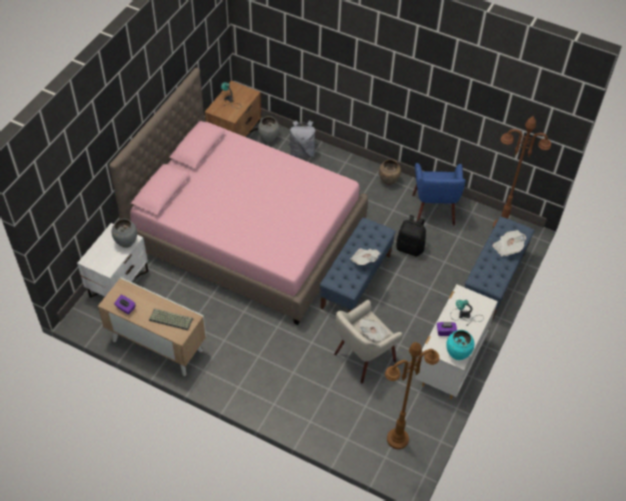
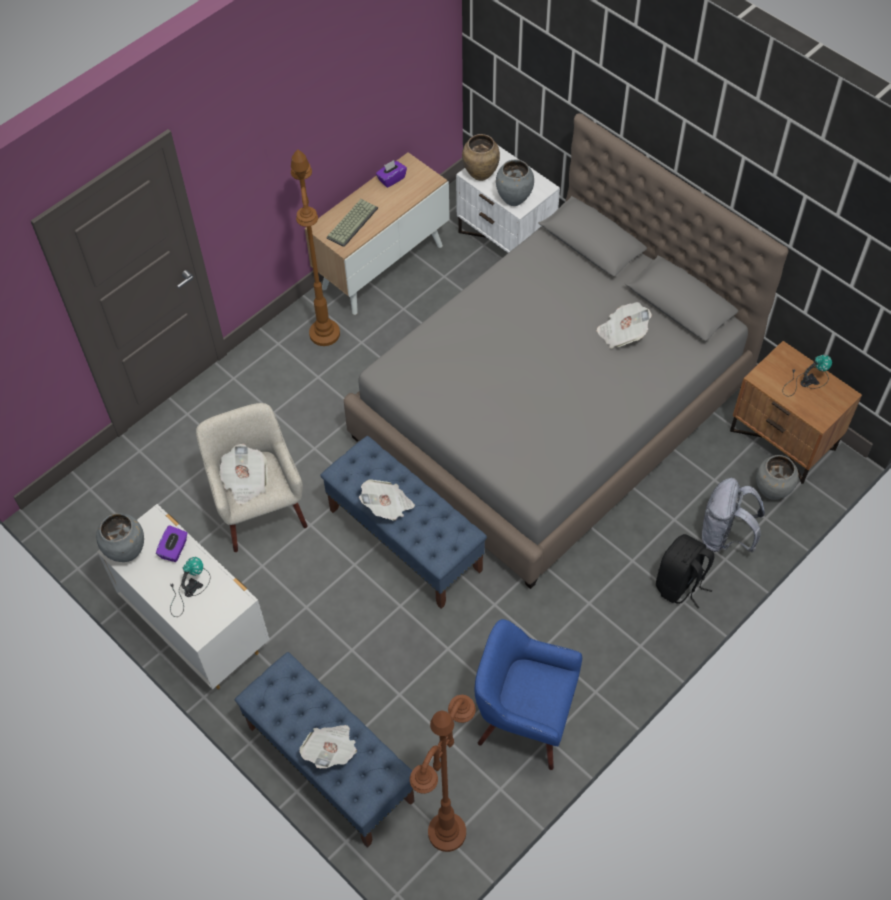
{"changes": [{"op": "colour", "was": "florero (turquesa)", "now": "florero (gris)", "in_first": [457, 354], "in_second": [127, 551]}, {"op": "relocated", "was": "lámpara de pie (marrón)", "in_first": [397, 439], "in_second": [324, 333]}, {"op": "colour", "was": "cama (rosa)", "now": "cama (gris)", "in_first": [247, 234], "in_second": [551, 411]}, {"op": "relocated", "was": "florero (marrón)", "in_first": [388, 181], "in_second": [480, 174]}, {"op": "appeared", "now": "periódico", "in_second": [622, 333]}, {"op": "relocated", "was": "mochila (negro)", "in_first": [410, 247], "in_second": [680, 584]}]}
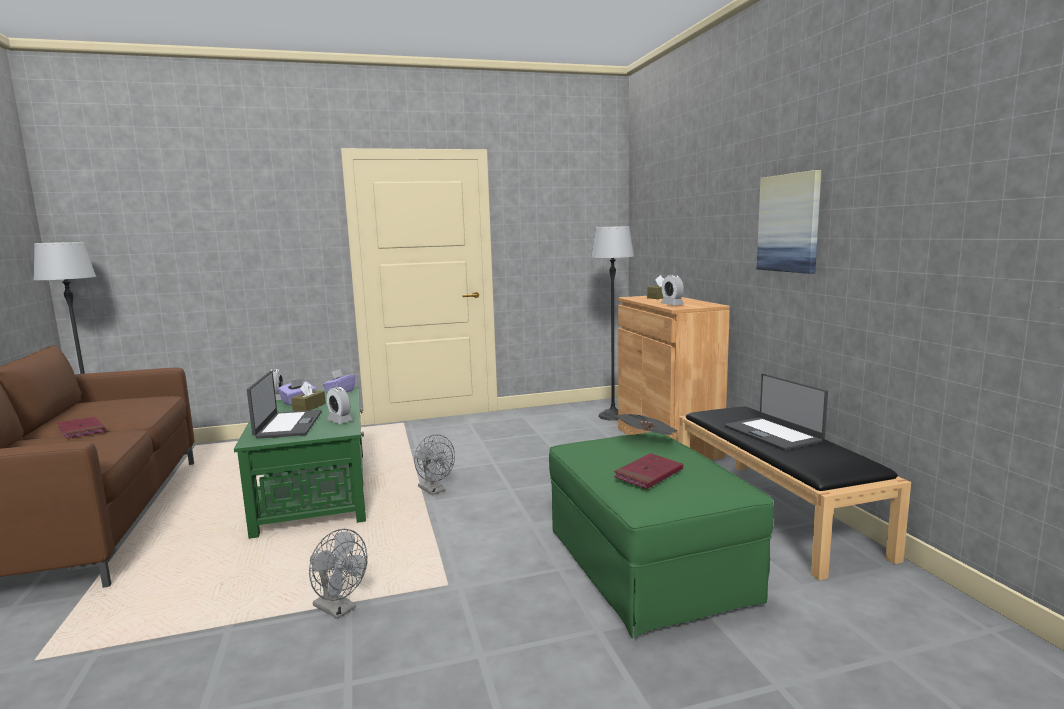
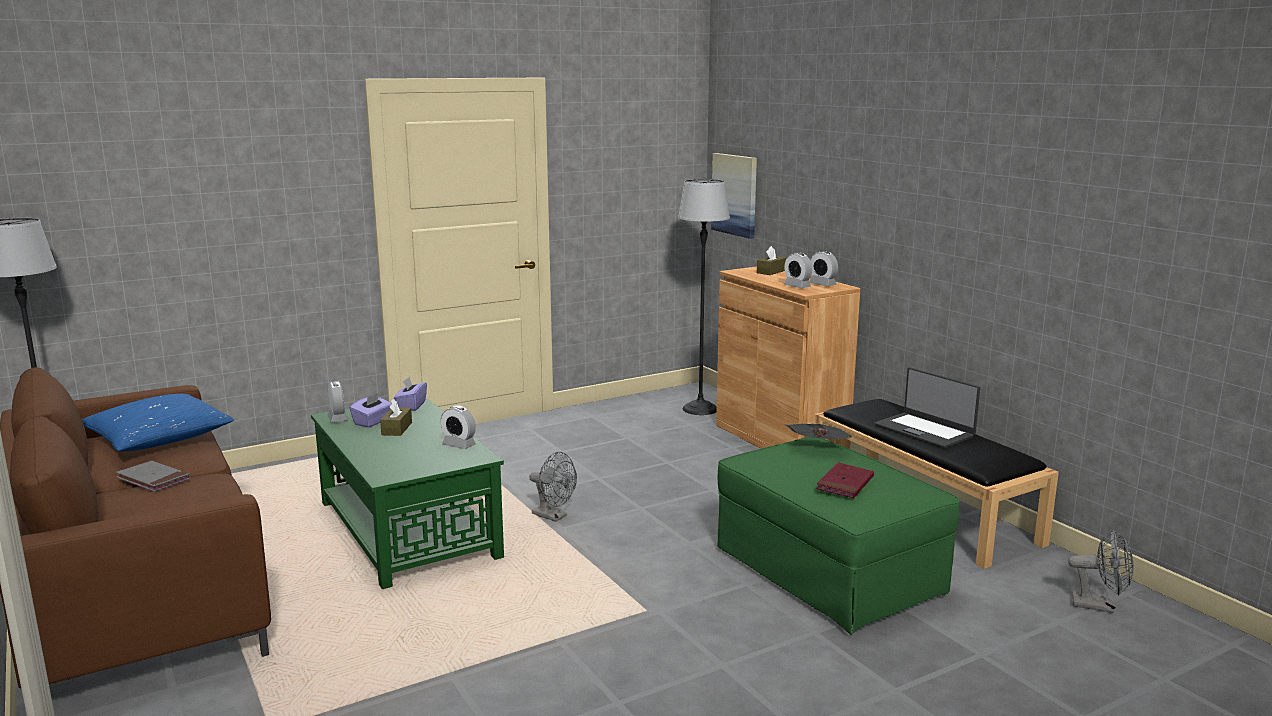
{"changes": [{"op": "appeared", "now": "cojín (azul)", "in_second": [158, 439]}, {"op": "colour", "was": "libro (rojo)", "now": "libro (gris)", "in_first": [81, 430], "in_second": [153, 479]}, {"op": "relocated", "was": "cuadro", "in_first": [789, 223], "in_second": [735, 194]}, {"op": "appeared", "now": "despertador", "in_second": [822, 284]}, {"op": "relocated", "was": "ventilador (gris)", "in_first": [339, 609], "in_second": [1099, 606]}, {"op": "missing", "was": "portátil", "in_first": [288, 425]}]}
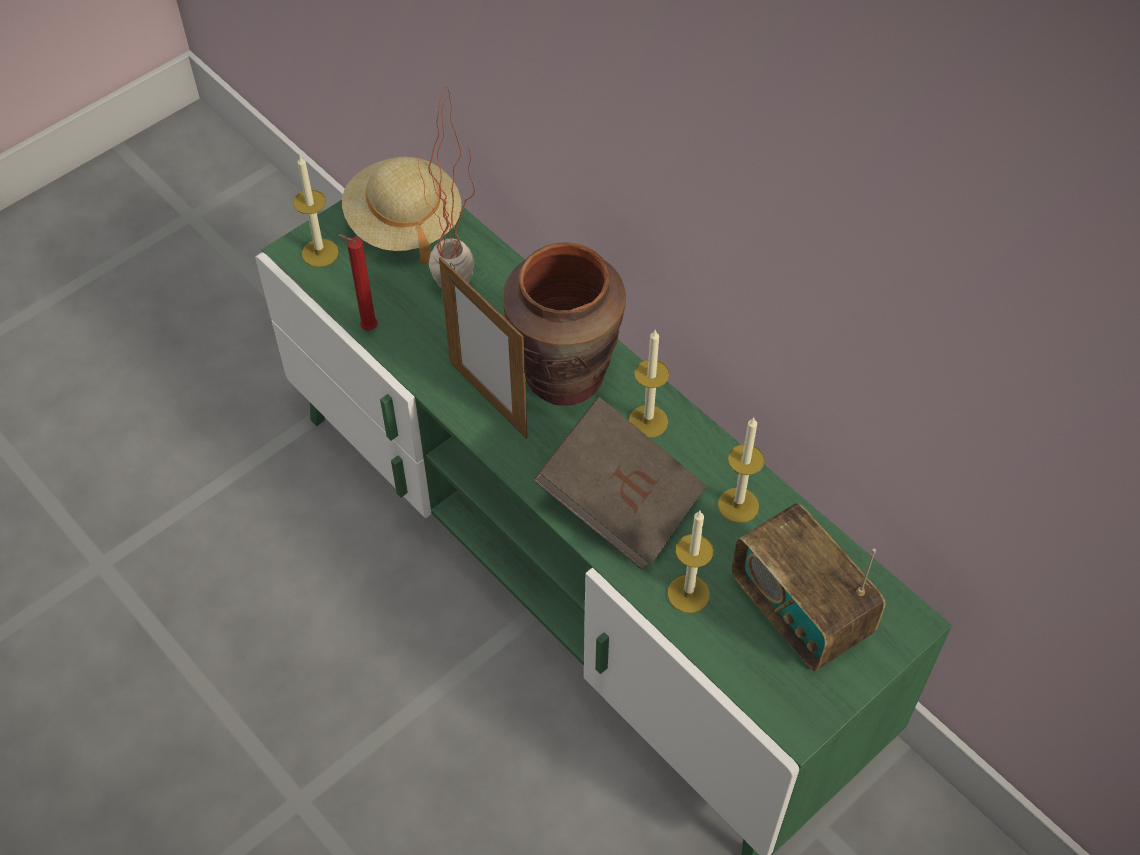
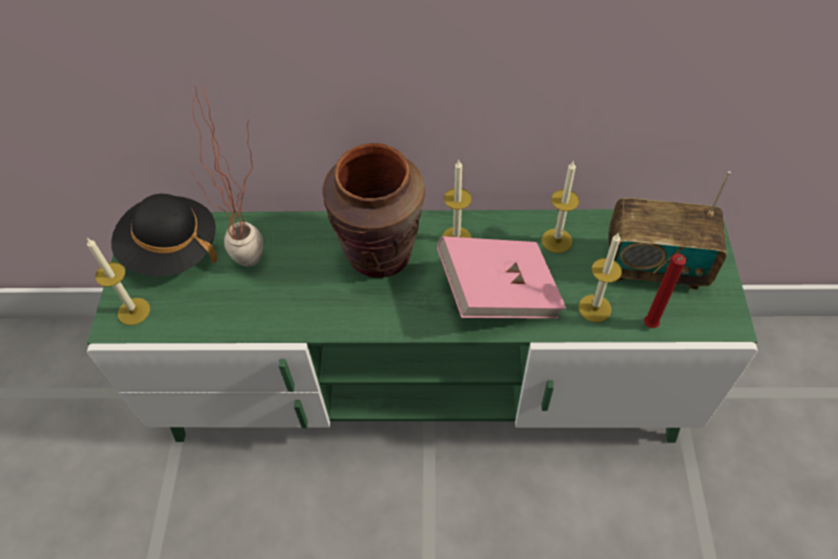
{"changes": [{"op": "colour", "was": "sombrero (beis)", "now": "sombrero (negro)", "in_first": [404, 223], "in_second": [171, 250]}, {"op": "colour", "was": "libro (marrón)", "now": "libro (rosa)", "in_first": [620, 502], "in_second": [498, 293]}, {"op": "relocated", "was": "vela (rojo)", "in_first": [366, 328], "in_second": [649, 326]}, {"op": "missing", "was": "portarretratos", "in_first": [488, 399]}]}
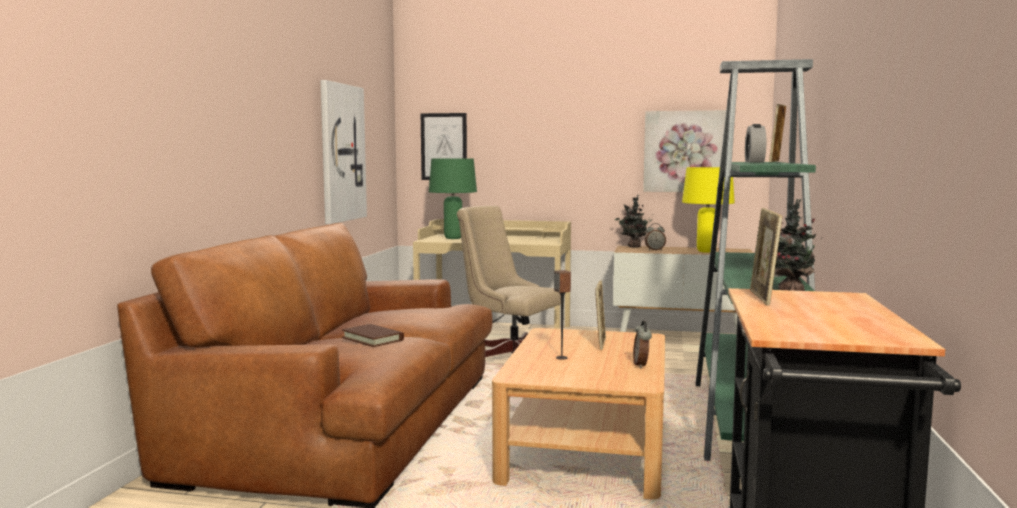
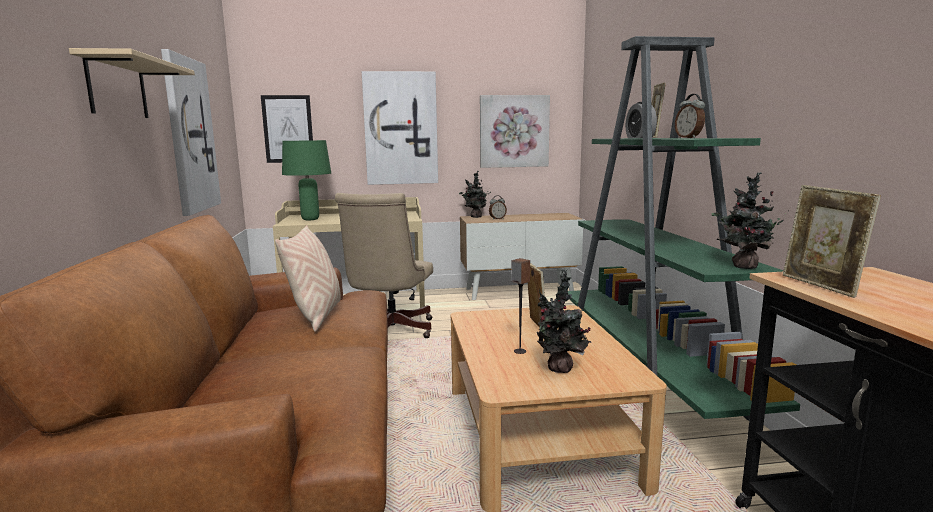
{"changes": [{"op": "appeared", "now": "estante (beis)", "in_second": [117, 88]}, {"op": "appeared", "now": "cojín (beis)", "in_second": [316, 316]}, {"op": "spun", "was": "silla de oficina (beis)", "in_first": [508, 357], "in_second": [389, 332], "clockwise": -90}, {"op": "appeared", "now": "cuadro", "in_second": [401, 128]}, {"op": "appeared", "now": "planta en maceta", "in_second": [559, 369]}, {"op": "relocated", "was": "despertador", "in_first": [641, 365], "in_second": [689, 138]}, {"op": "missing", "was": "libro (marrón)", "in_first": [372, 339]}, {"op": "missing", "was": "lámpara de mesa (amarillo)", "in_first": [706, 251]}]}
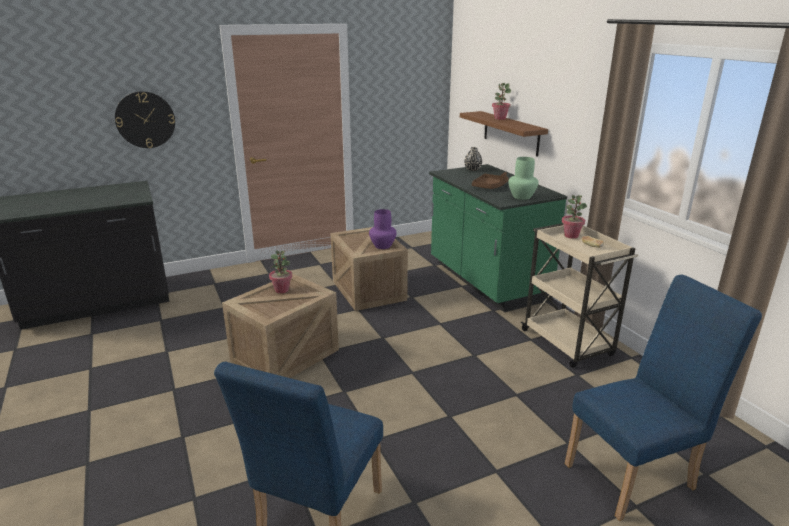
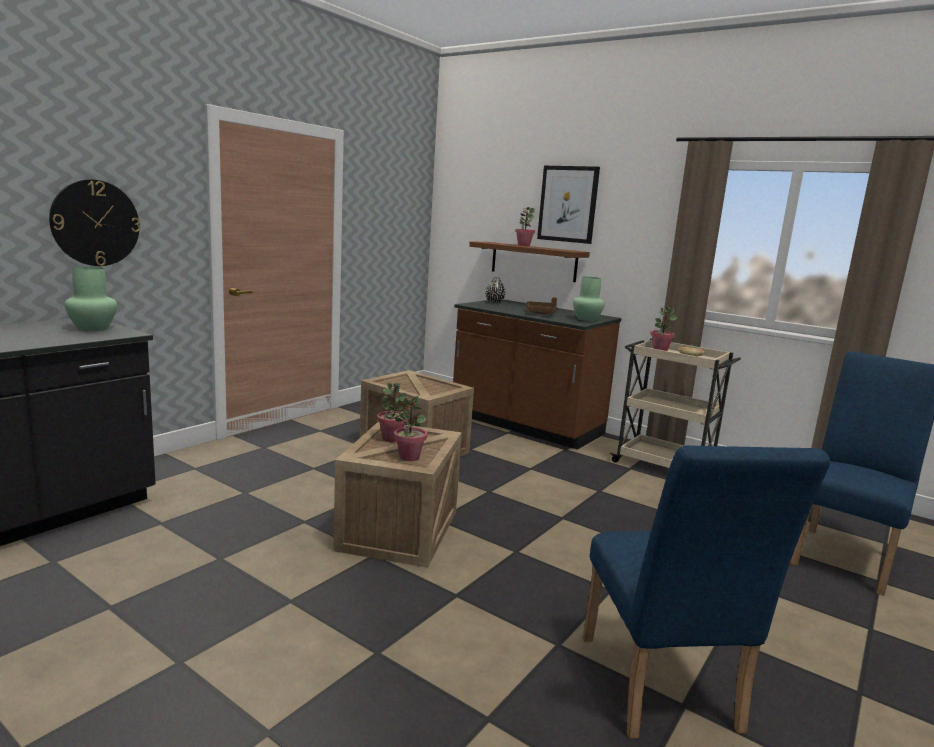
{"changes": [{"op": "appeared", "now": "florero (verde)", "in_second": [93, 328]}, {"op": "appeared", "now": "planta en maceta", "in_second": [409, 457]}, {"op": "colour", "was": "mueble bajo de cocina (verde)", "now": "mueble bajo de cocina (marrón)", "in_first": [486, 281], "in_second": [526, 425]}, {"op": "appeared", "now": "cuadro", "in_second": [568, 204]}, {"op": "missing", "was": "florero (morado)", "in_first": [382, 246]}]}
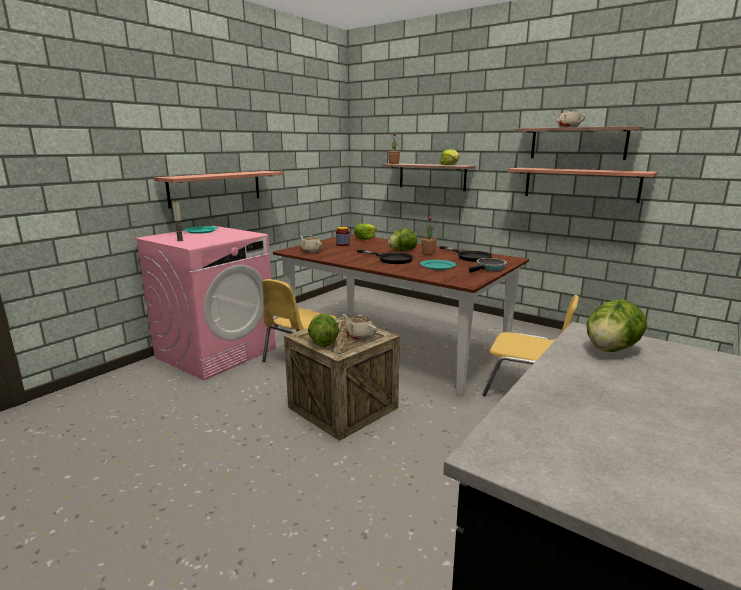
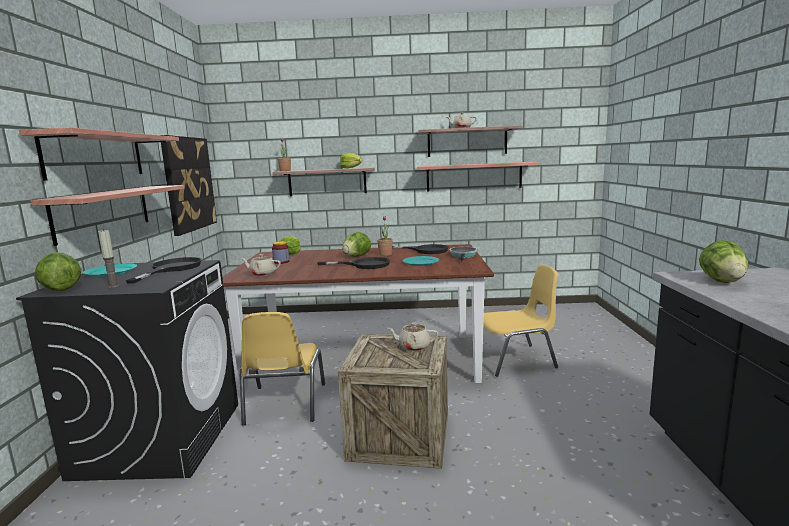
{"changes": [{"op": "colour", "was": "lavadora (rosa)", "now": "lavadora (negro)", "in_first": [216, 352], "in_second": [161, 438]}, {"op": "appeared", "now": "estante", "in_second": [96, 156]}, {"op": "relocated", "was": "lechuga", "in_first": [323, 343], "in_second": [61, 290]}, {"op": "appeared", "now": "sartén (negro)", "in_second": [171, 269]}, {"op": "appeared", "now": "cuadro", "in_second": [188, 183]}]}
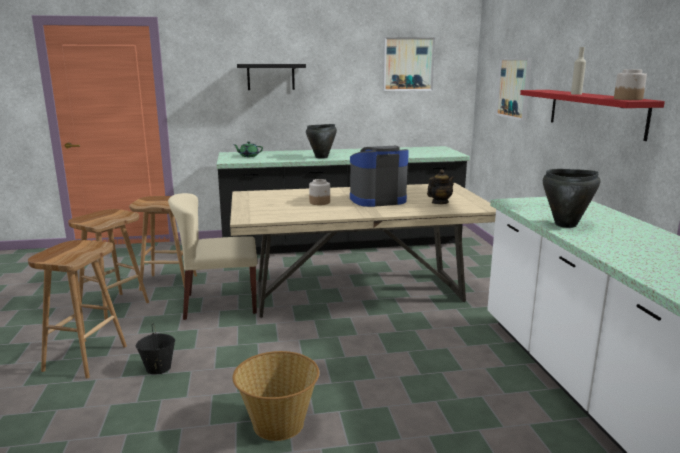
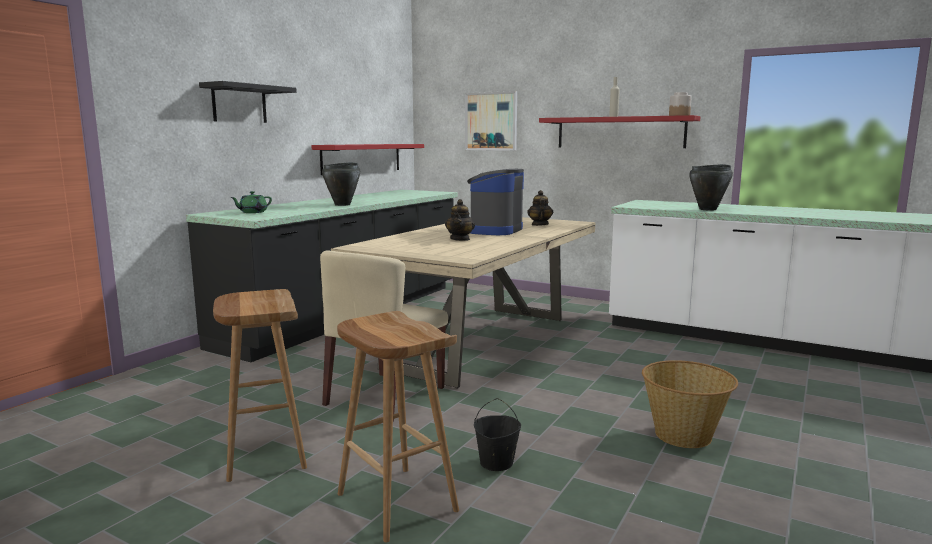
{"changes": [{"op": "appeared", "now": "estante (rojo)", "in_second": [362, 158]}, {"op": "exchanged", "was": "tarro", "now": "tetera", "in_first": [320, 202], "in_second": [460, 239]}, {"op": "missing", "was": "taburete (marrón)", "in_first": [169, 282]}, {"op": "missing", "was": "cuadro", "in_first": [408, 64]}]}
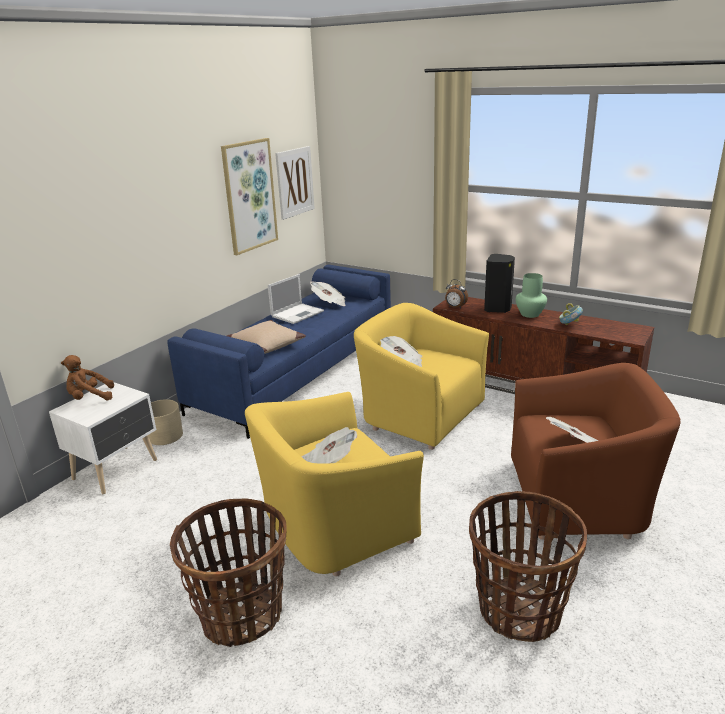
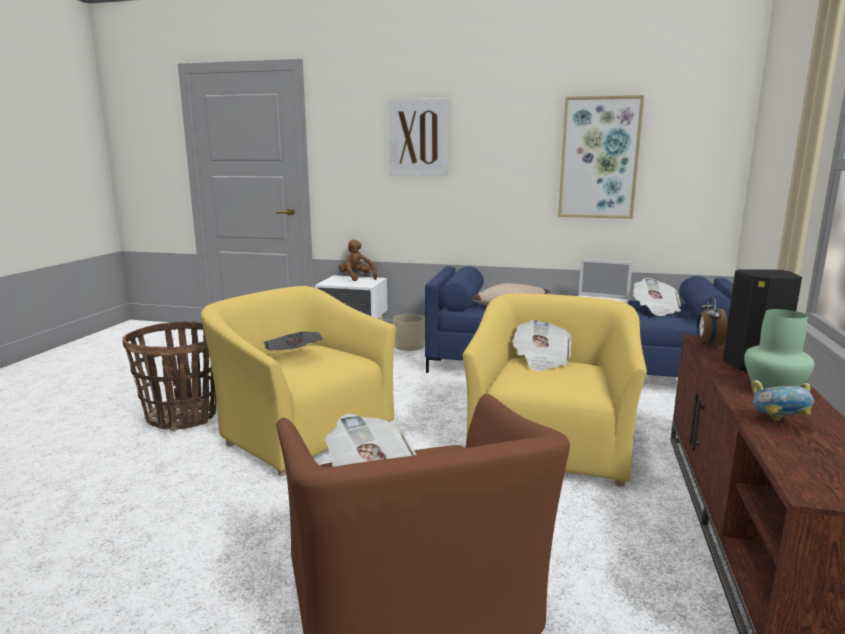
{"changes": [{"op": "relocated", "was": "cuadro", "in_first": [295, 182], "in_second": [418, 137]}, {"op": "missing", "was": "cesta", "in_first": [519, 609]}]}
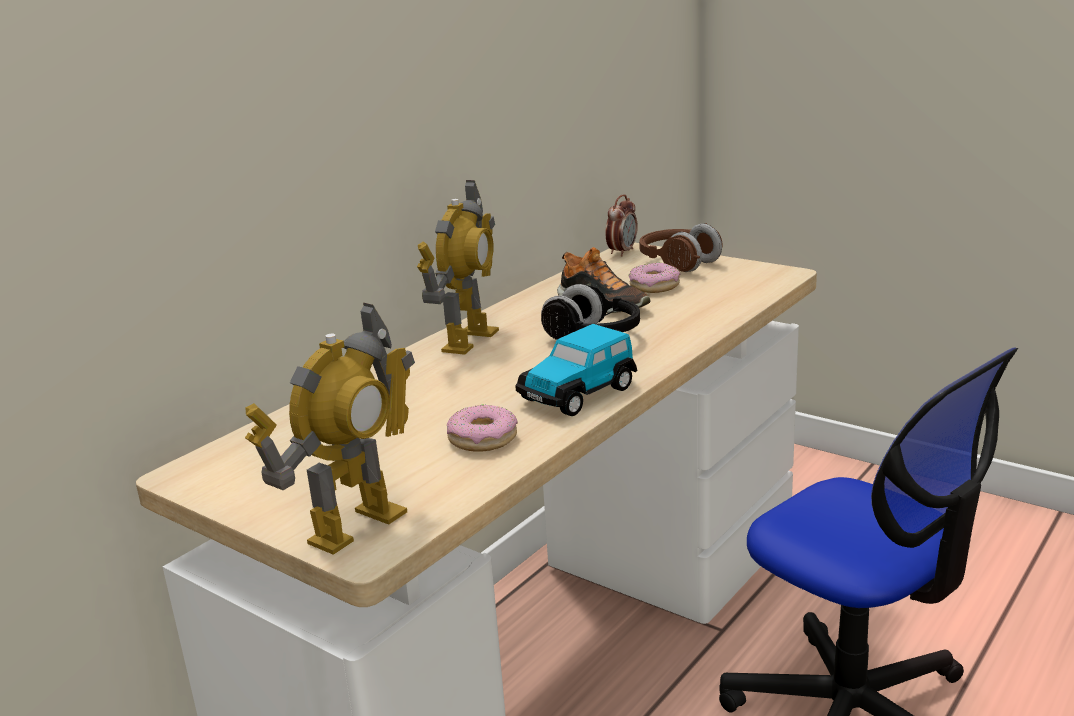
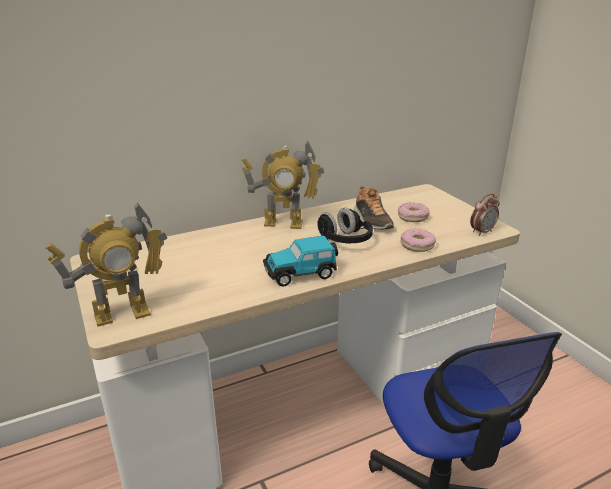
{"changes": [{"op": "spun", "was": "robot de juguete", "in_first": [468, 340], "in_second": [283, 223], "clockwise": 45}, {"op": "relocated", "was": "rosquilla", "in_first": [482, 438], "in_second": [417, 245]}, {"op": "relocated", "was": "despertador", "in_first": [622, 252], "in_second": [482, 232]}, {"op": "missing", "was": "auriculares (marrón)", "in_first": [679, 264]}]}
